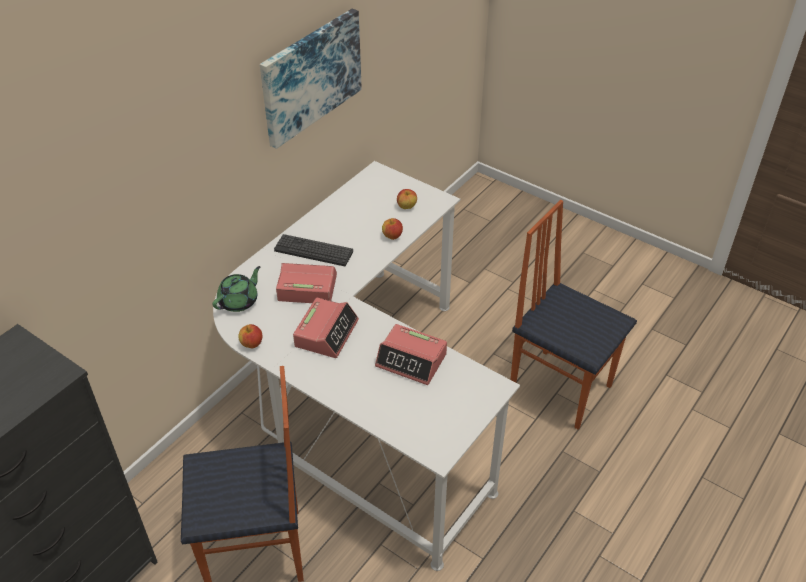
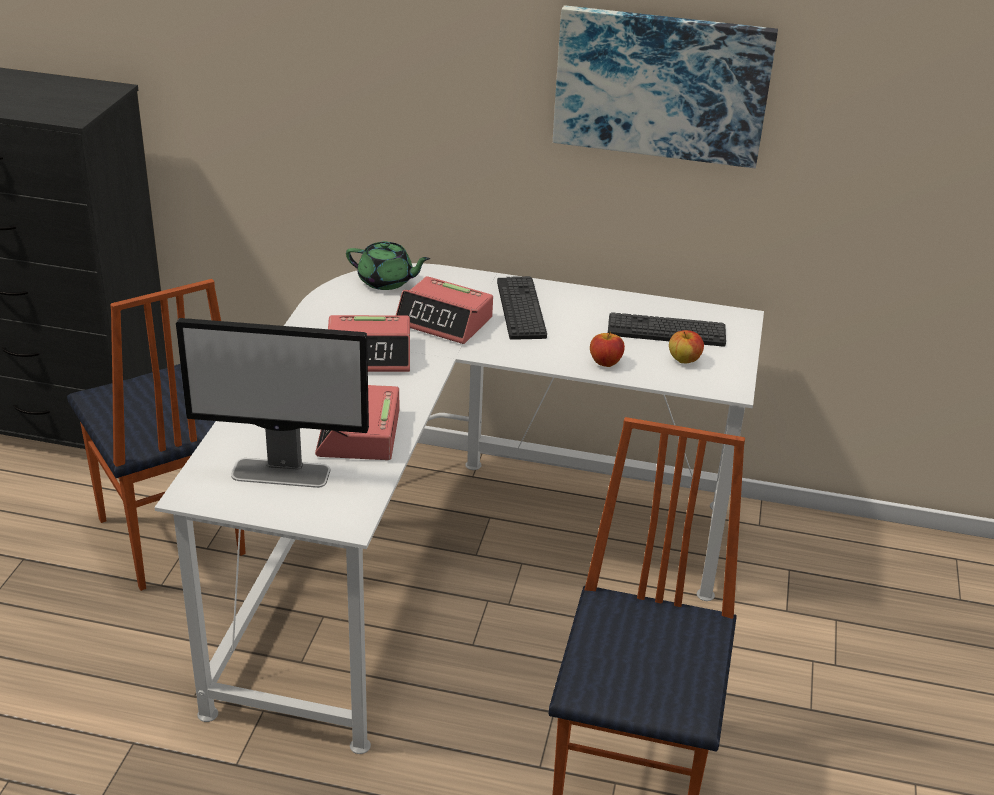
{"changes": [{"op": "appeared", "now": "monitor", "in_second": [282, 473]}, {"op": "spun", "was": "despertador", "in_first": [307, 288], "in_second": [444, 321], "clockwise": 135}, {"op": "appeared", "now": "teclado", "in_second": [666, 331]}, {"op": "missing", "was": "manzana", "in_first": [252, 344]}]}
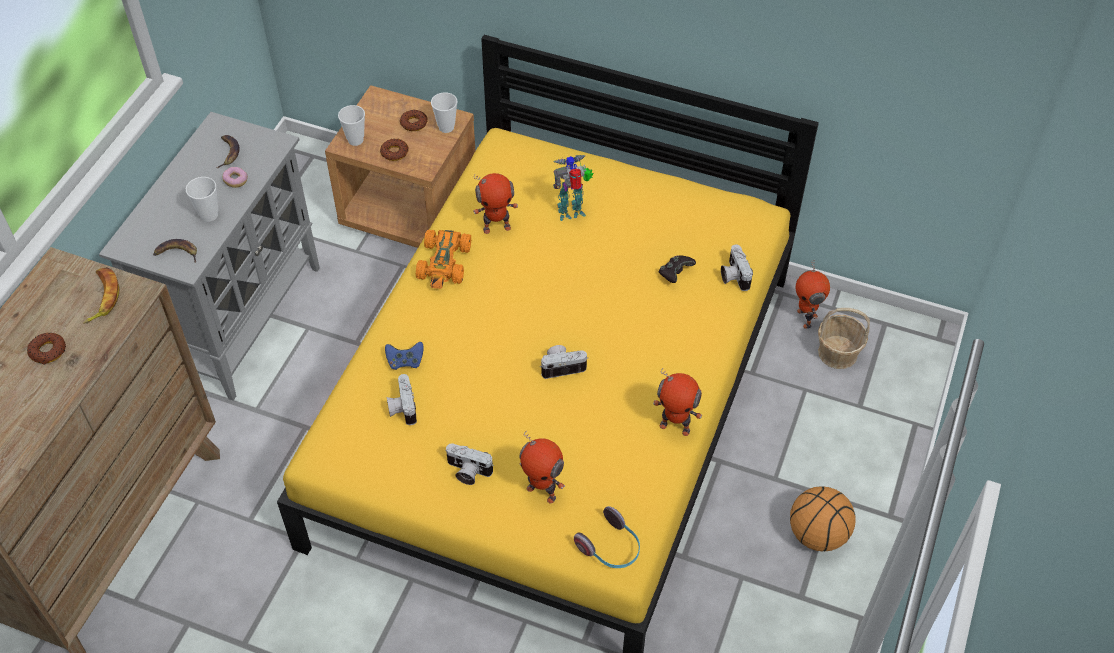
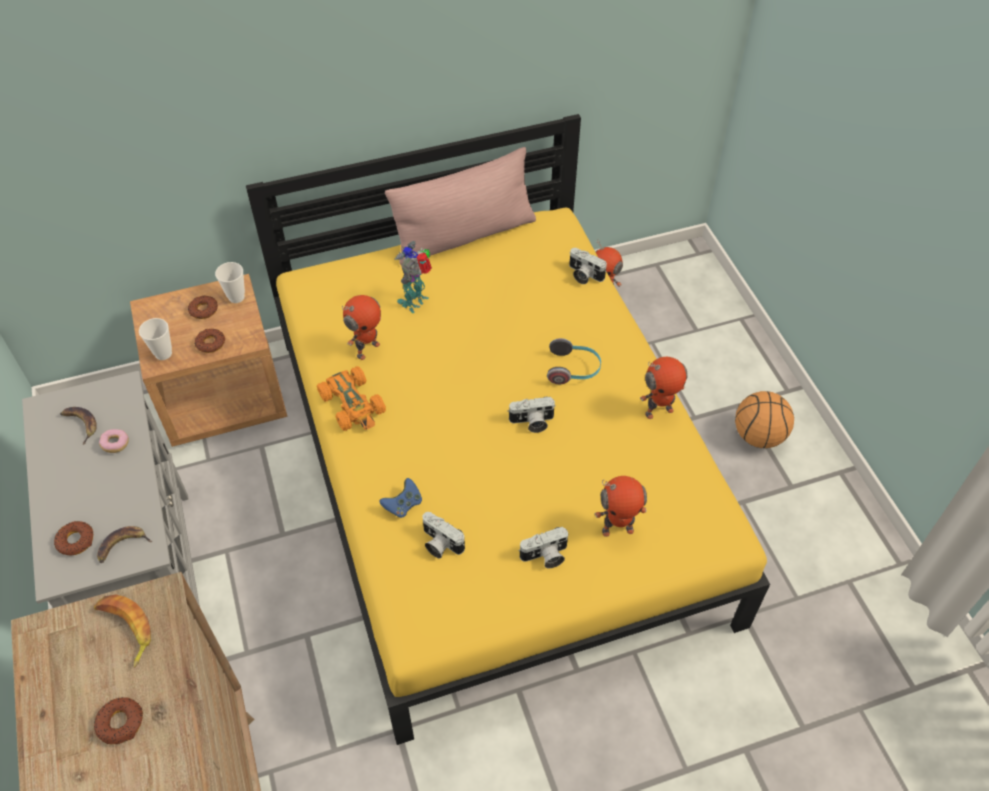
{"changes": [{"op": "appeared", "now": "rosquilla", "in_second": [76, 541]}, {"op": "appeared", "now": "cojín (rosa)", "in_second": [465, 236]}, {"op": "spun", "was": "cámara", "in_first": [562, 366], "in_second": [532, 422], "clockwise": -135}, {"op": "relocated", "was": "auriculares", "in_first": [611, 548], "in_second": [573, 369]}, {"op": "missing", "was": "taza", "in_first": [209, 215]}, {"op": "missing", "was": "mando de consola (negro)", "in_first": [675, 274]}, {"op": "missing", "was": "cesta", "in_first": [837, 352]}]}
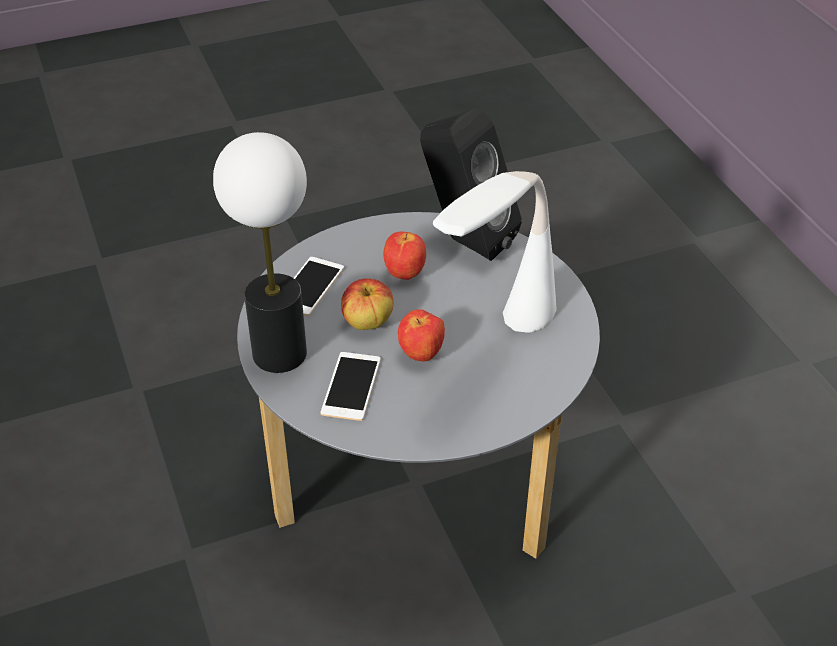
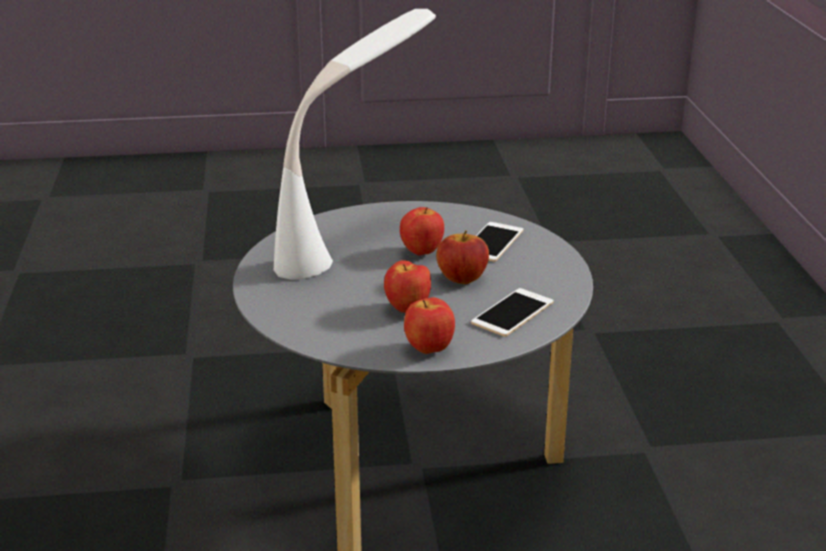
{"changes": [{"op": "appeared", "now": "manzana", "in_second": [429, 350]}, {"op": "missing", "was": "lámpara de mesa", "in_first": [278, 353]}, {"op": "missing", "was": "altavoz (negro)", "in_first": [465, 241]}]}
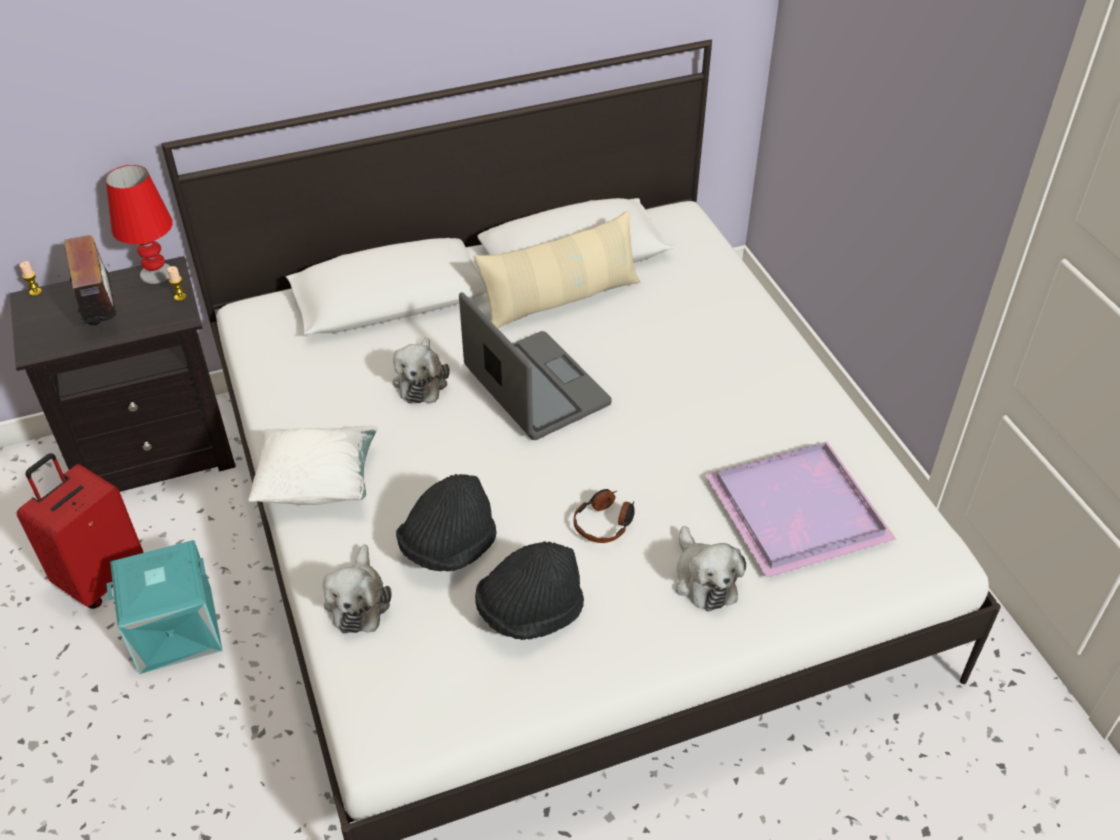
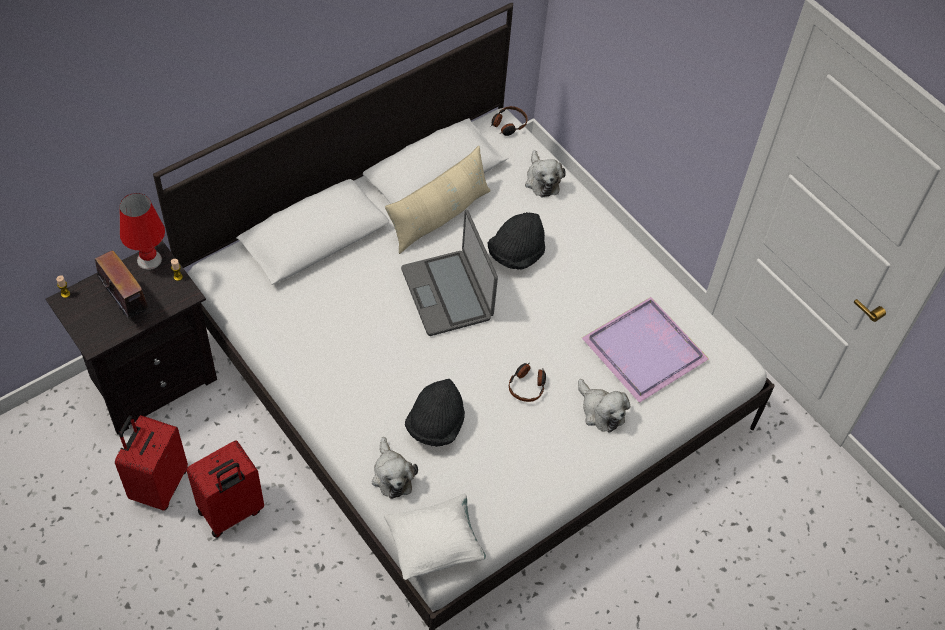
{"changes": [{"op": "exchanged", "was": "caja de almacenaje (turquesa)", "now": "maleta (rojo)", "in_first": [175, 632], "in_second": [231, 513]}, {"op": "relocated", "was": "cojín (blanco)", "in_first": [318, 483], "in_second": [435, 545]}, {"op": "spun", "was": "portátil", "in_first": [535, 388], "in_second": [448, 293], "clockwise": -150}, {"op": "relocated", "was": "sombrero (negro)", "in_first": [530, 611], "in_second": [516, 254]}, {"op": "appeared", "now": "auriculares", "in_second": [508, 125]}, {"op": "relocated", "was": "peluche", "in_first": [421, 381], "in_second": [542, 180]}]}
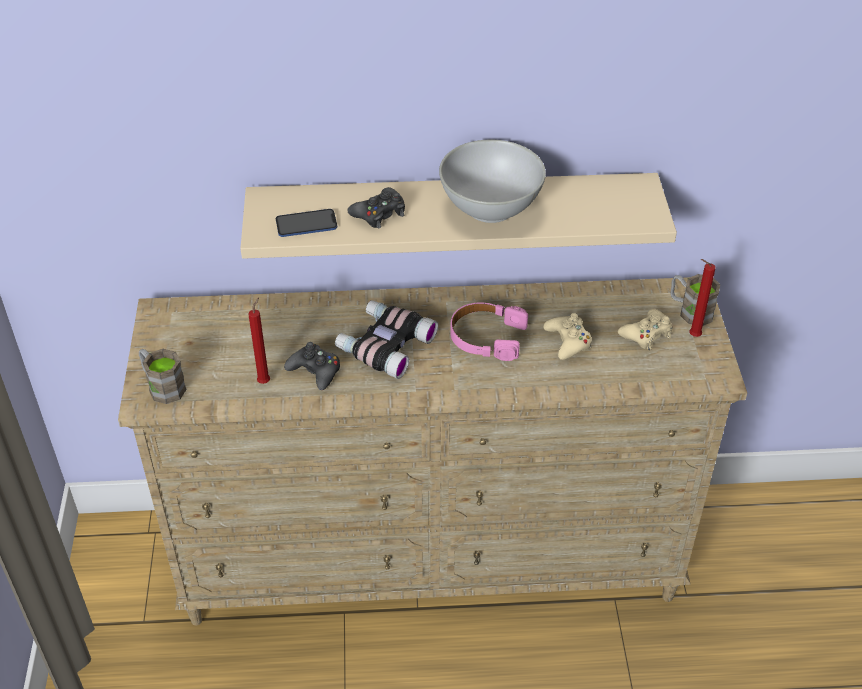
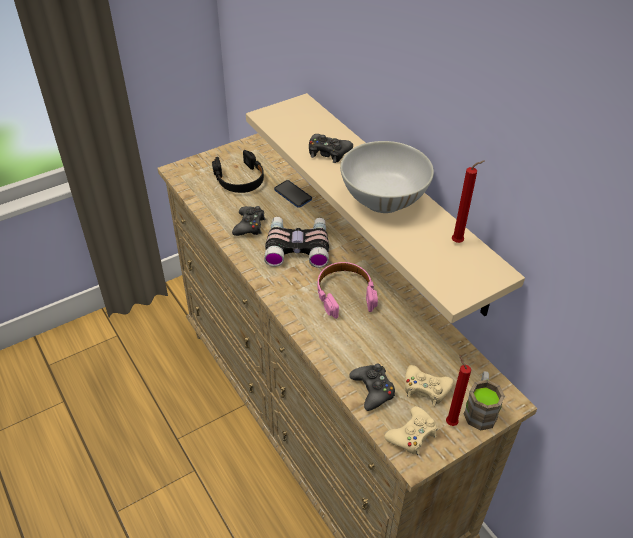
{"changes": [{"op": "appeared", "now": "auriculares (negro)", "in_second": [240, 179]}, {"op": "relocated", "was": "móvil", "in_first": [306, 224], "in_second": [293, 195]}, {"op": "appeared", "now": "mando de consola (negro)", "in_second": [373, 390]}, {"op": "relocated", "was": "mando de consola (beis)", "in_first": [568, 342], "in_second": [412, 435]}, {"op": "relocated", "was": "vela (rojo)", "in_first": [265, 381], "in_second": [459, 242]}, {"op": "missing", "was": "taza grande (marrón)", "in_first": [162, 386]}]}
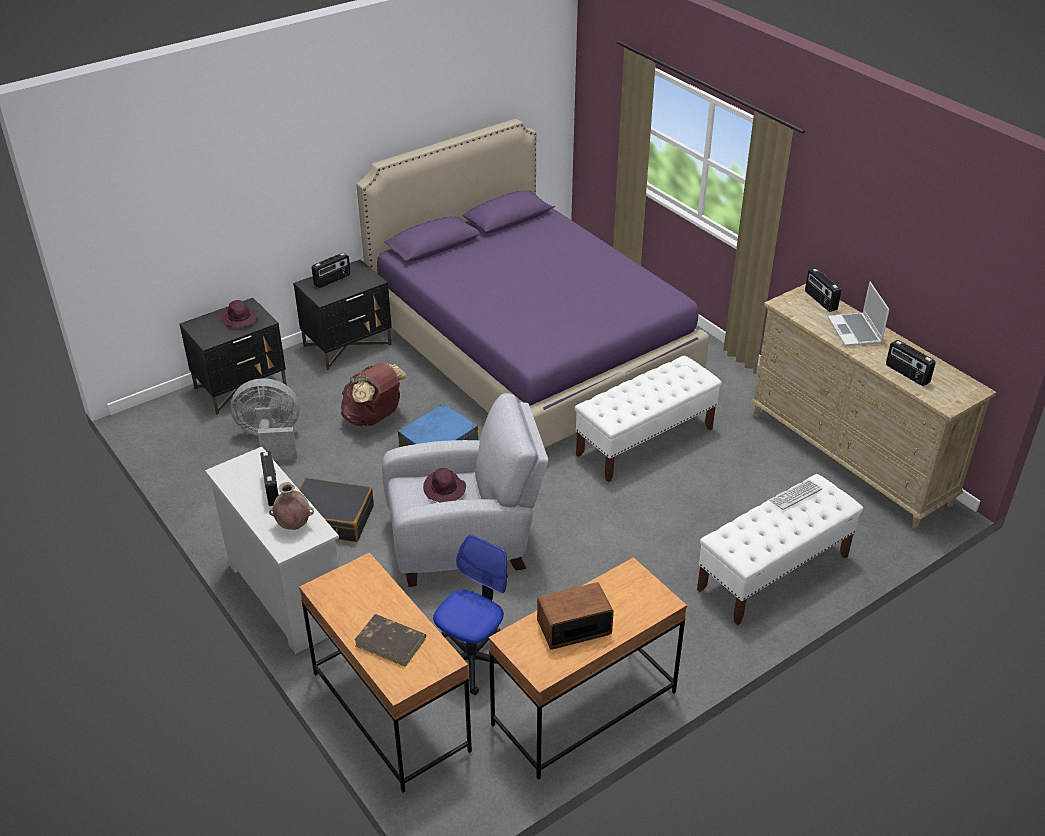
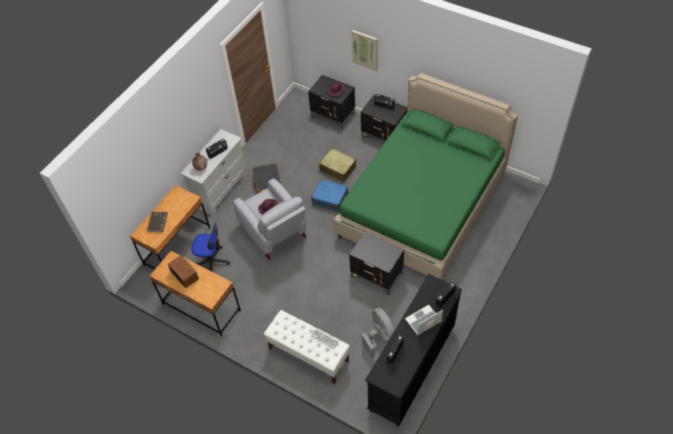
{"changes": [{"op": "exchanged", "was": "mochila (marrón)", "now": "maleta (beis)", "in_first": [374, 418], "in_second": [337, 168]}, {"op": "colour", "was": "cama (morado)", "now": "cama (verde)", "in_first": [530, 350], "in_second": [422, 204]}, {"op": "exchanged", "was": "banco (blanco)", "now": "mesita de noche (negro)", "in_first": [645, 441], "in_second": [377, 275]}, {"op": "appeared", "now": "cuadro", "in_second": [365, 50]}, {"op": "relocated", "was": "ventilador (gris)", "in_first": [271, 439], "in_second": [380, 337]}, {"op": "colour", "was": "cómoda (beis)", "now": "cómoda (negro)", "in_first": [849, 459], "in_second": [411, 369]}]}
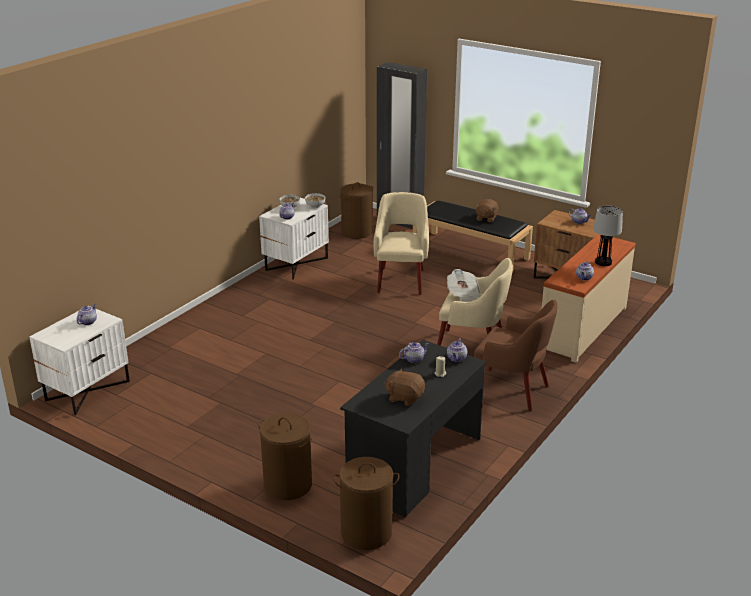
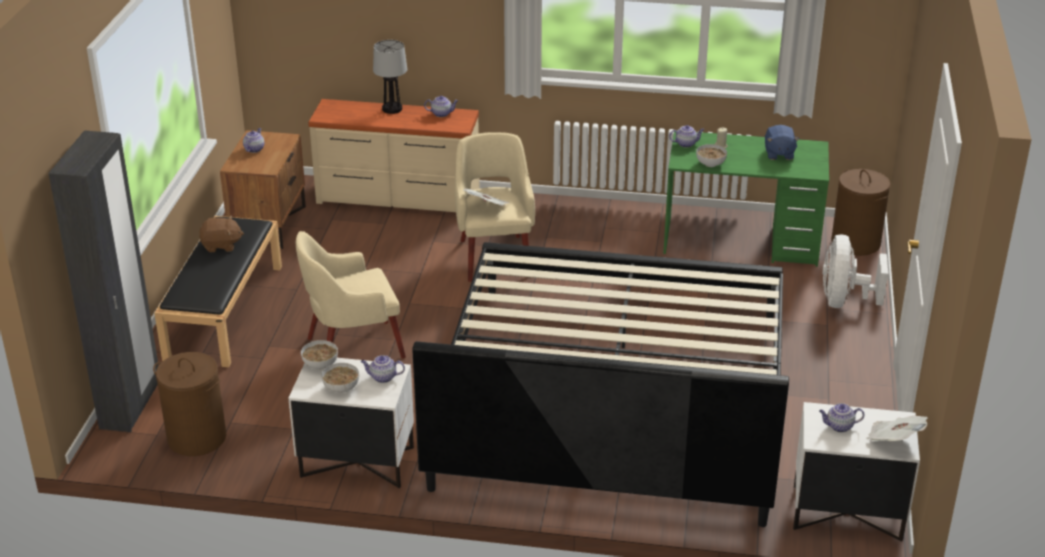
{"changes": [{"op": "appeared", "now": "cama", "in_second": [612, 397]}, {"op": "colour", "was": "escritorio (negro)", "now": "escritorio (verde)", "in_first": [415, 464], "in_second": [741, 242]}, {"op": "exchanged", "was": "tetera", "now": "cuenco", "in_first": [414, 359], "in_second": [710, 164]}, {"op": "colour", "was": "peluche (marrón)", "now": "peluche (azul)", "in_first": [405, 398], "in_second": [779, 154]}, {"op": "exchanged", "was": "cesto de la ropa (marrón)", "now": "ventilador (blanco)", "in_first": [287, 485], "in_second": [844, 301]}, {"op": "appeared", "now": "periódico", "in_second": [894, 440]}, {"op": "missing", "was": "sillón (marrón)", "in_first": [511, 390]}]}
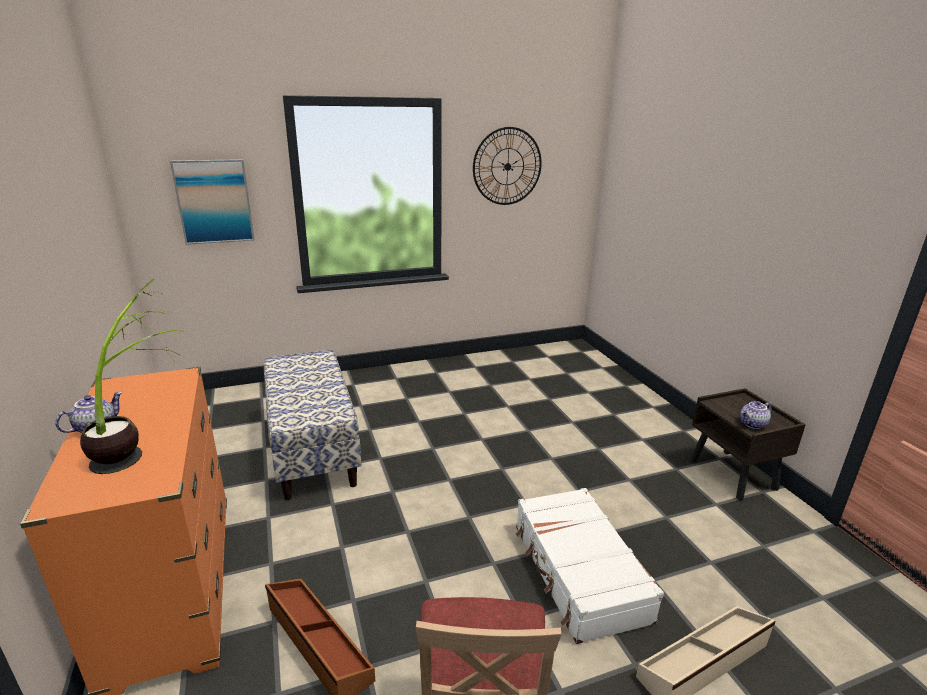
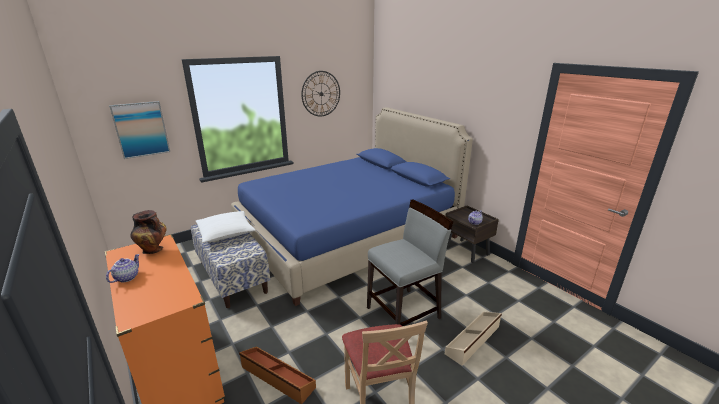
{"changes": [{"op": "appeared", "now": "florero", "in_second": [153, 250]}, {"op": "appeared", "now": "cojín (blanco)", "in_second": [226, 233]}, {"op": "appeared", "now": "cama (azul)", "in_second": [347, 237]}, {"op": "exchanged", "was": "maleta (blanco)", "now": "silla (gris)", "in_first": [578, 572], "in_second": [404, 313]}, {"op": "missing", "was": "planta en maceta", "in_first": [141, 444]}]}
